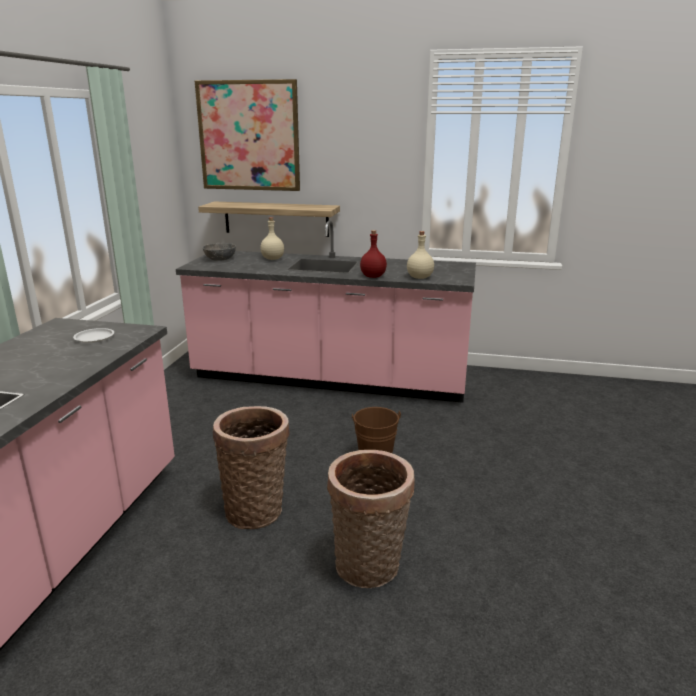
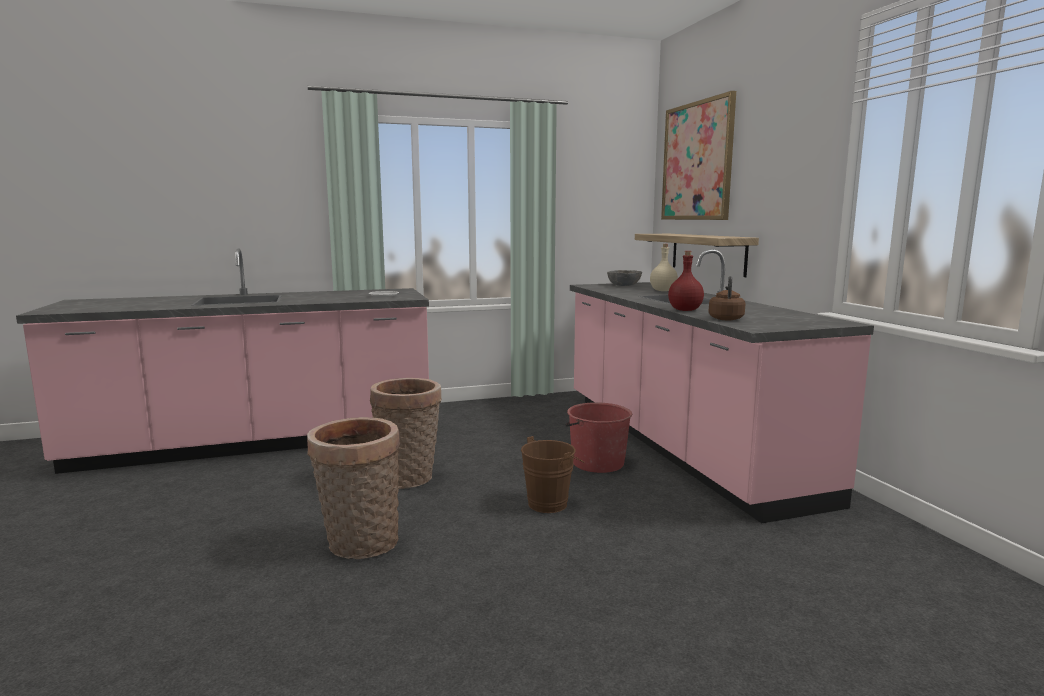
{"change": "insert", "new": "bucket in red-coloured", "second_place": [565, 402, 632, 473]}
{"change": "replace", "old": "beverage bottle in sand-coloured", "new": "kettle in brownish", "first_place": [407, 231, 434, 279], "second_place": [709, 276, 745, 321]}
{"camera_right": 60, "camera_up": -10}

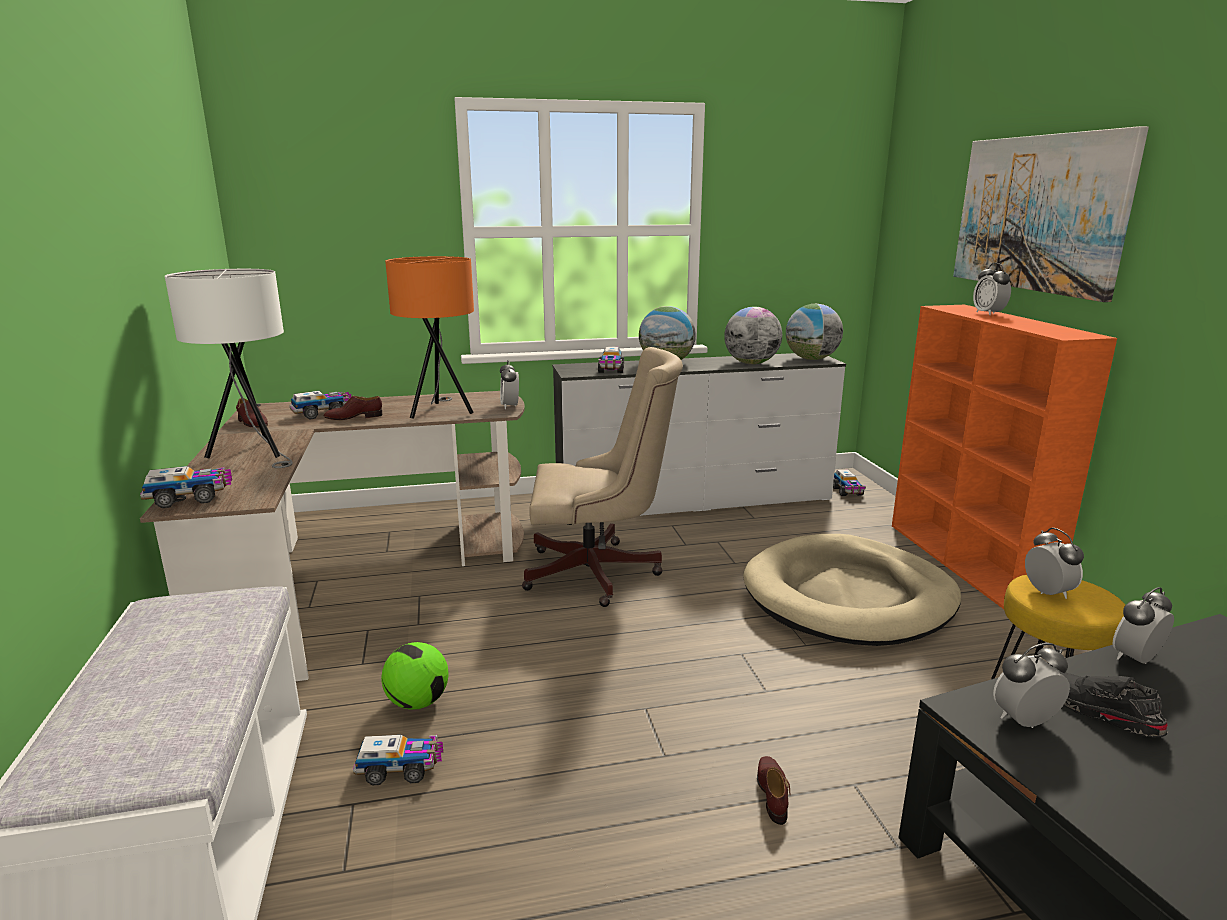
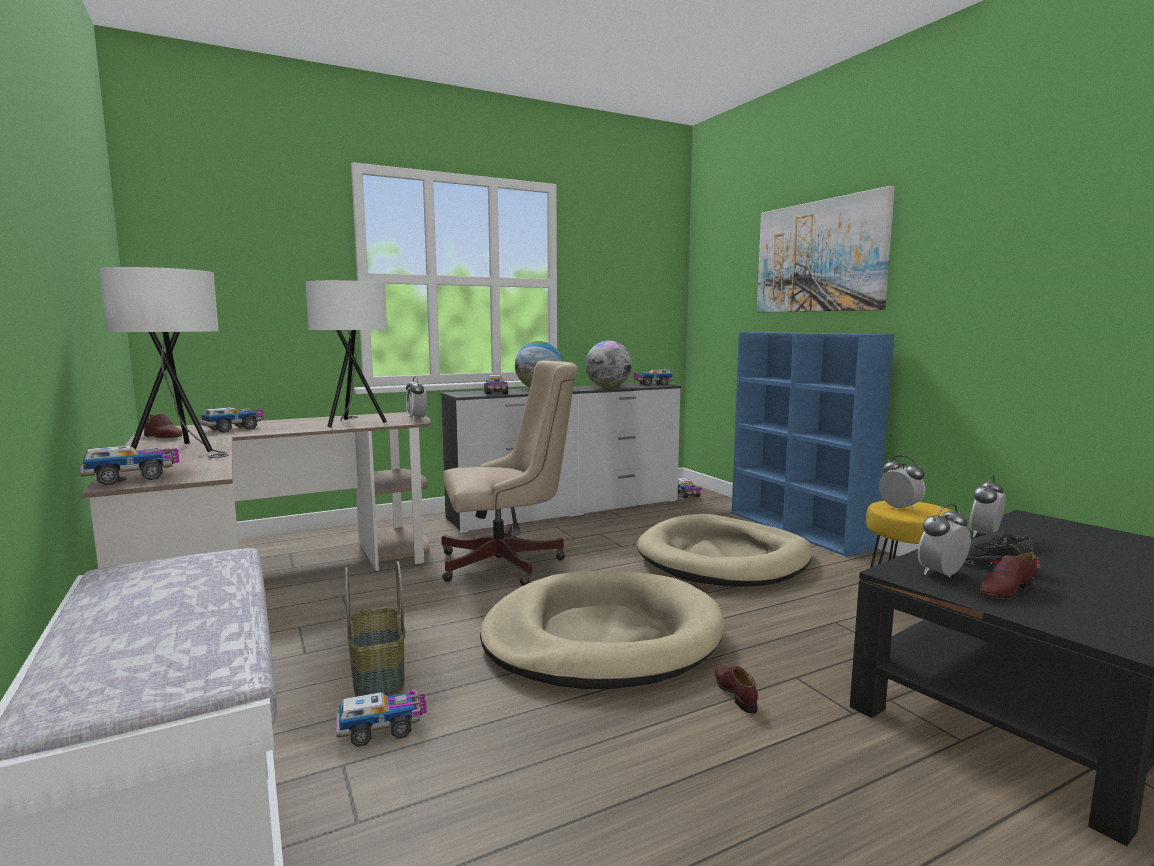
{"change": "delete", "old": "bedside clock", "first_place": [973, 263, 1011, 315]}
{"change": "insert", "new": "pet bed in sand-coloured", "second_place": [480, 570, 724, 689]}
{"change": "move", "old": "shoe in brownish", "first_place": [324, 396, 382, 420], "second_place": [979, 553, 1037, 599]}
{"change": "replace", "old": "football ball", "new": "basket", "first_place": [381, 642, 448, 710], "second_place": [345, 561, 405, 696]}
{"change": "replace", "old": "world globe", "new": "toy truck", "first_place": [786, 304, 843, 360], "second_place": [634, 369, 673, 386]}
{"change": "recolor", "old": "lamp for a table in orangey", "new": "lamp for a table in whitish", "first_place": [385, 256, 474, 419], "second_place": [305, 280, 387, 427]}
{"change": "recolor", "old": "shelving unit in orangey", "new": "shelving unit in blue", "first_place": [892, 305, 1117, 609], "second_place": [732, 332, 894, 557]}
{"camera_right": -15, "camera_up": -10}

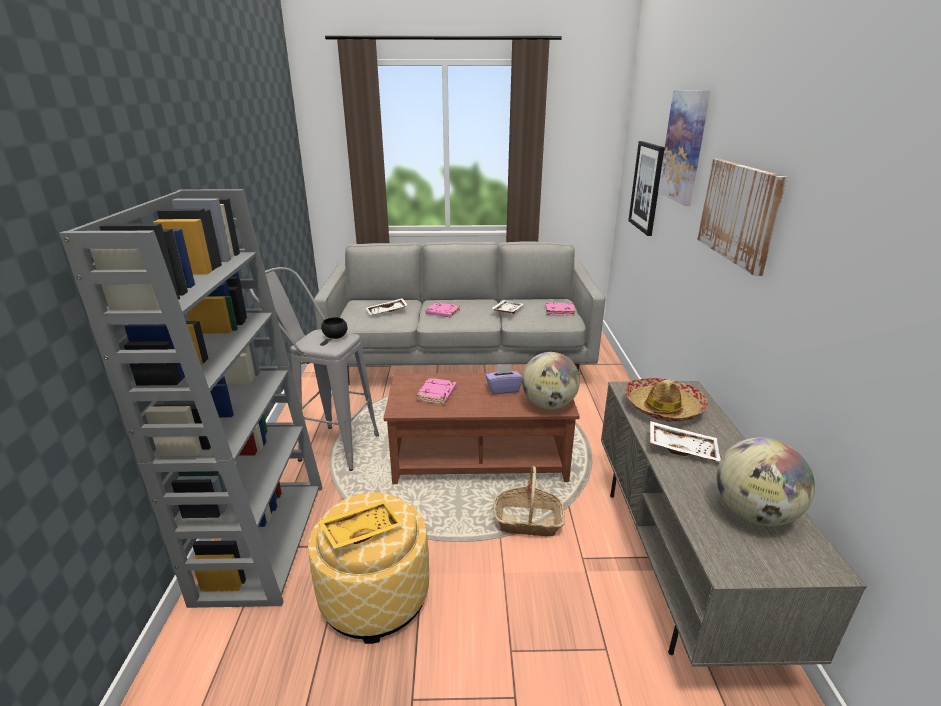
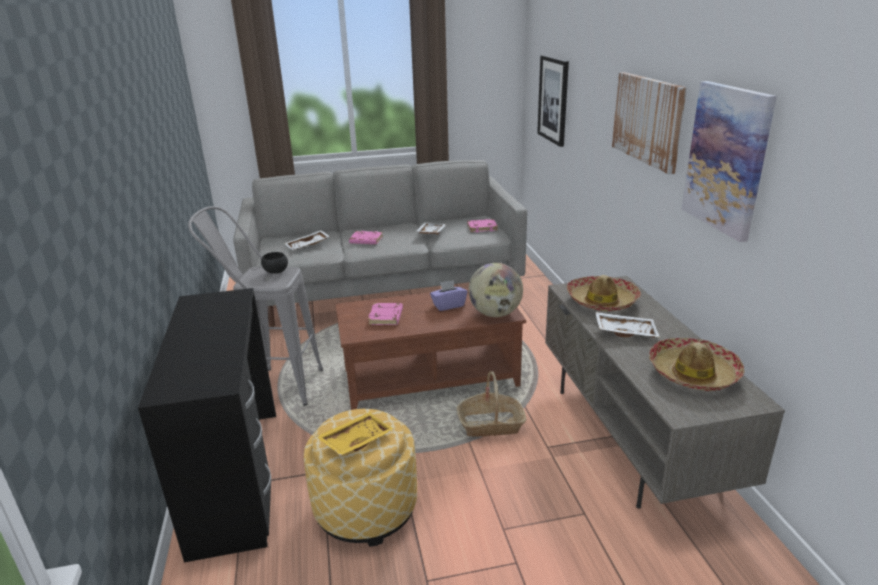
{"change": "move", "old": "wall picture", "first_place": [658, 90, 711, 206], "second_place": [682, 81, 777, 242]}
{"change": "replace", "old": "shelving unit in grey", "new": "desk table in blackish", "first_place": [59, 189, 323, 608], "second_place": [138, 288, 276, 562]}
{"change": "replace", "old": "world globe", "new": "hat", "first_place": [716, 438, 815, 526], "second_place": [649, 338, 744, 391]}
{"camera_right": -10, "camera_up": 0}

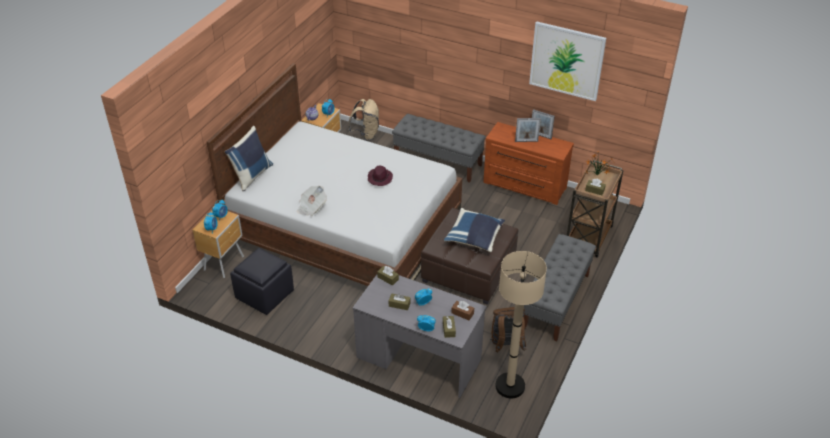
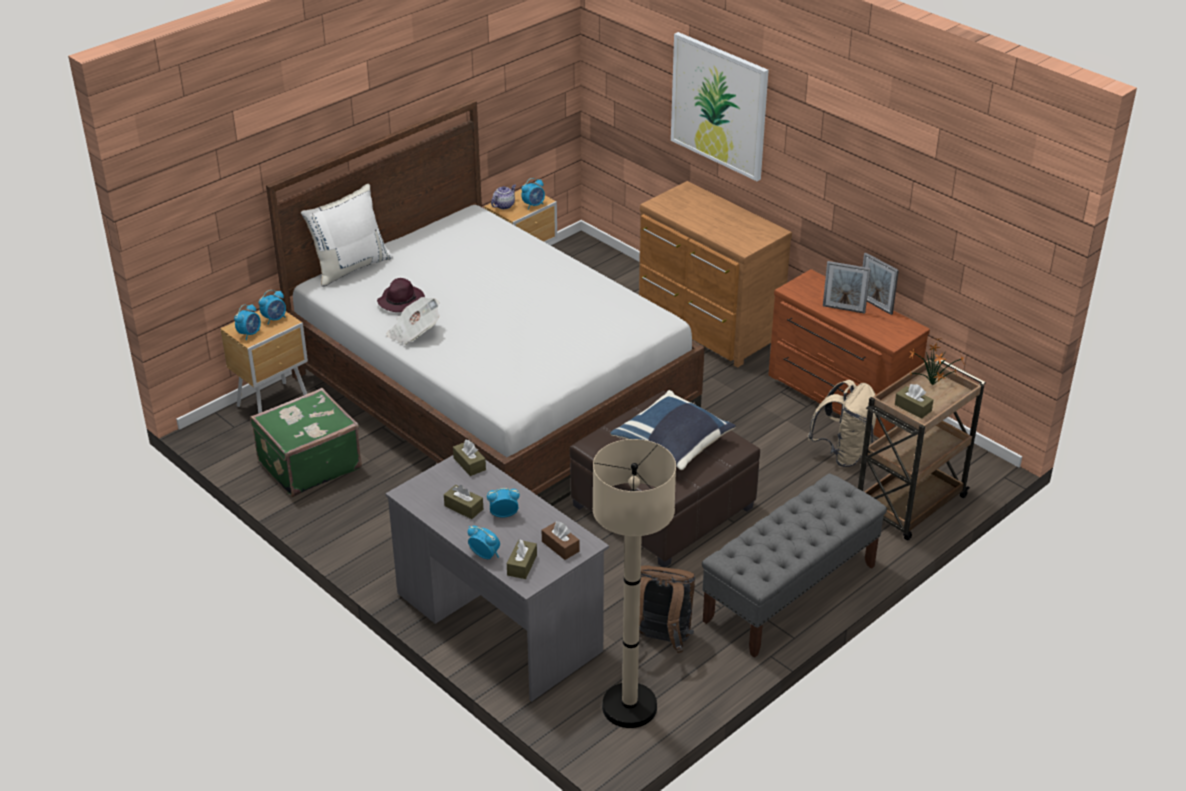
{"change": "move", "old": "backpack in sand-coloured", "first_place": [348, 99, 379, 141], "second_place": [808, 380, 876, 467]}
{"change": "move", "old": "hat in purple", "first_place": [368, 166, 393, 186], "second_place": [377, 278, 425, 312]}
{"change": "move", "old": "wall picture", "first_place": [529, 22, 606, 101], "second_place": [671, 32, 769, 181]}
{"change": "replace", "old": "footrest in blackish", "new": "suitcase in green-coloured", "first_place": [230, 248, 294, 315], "second_place": [250, 388, 362, 497]}
{"change": "replace", "old": "indoor bench in grey", "new": "dresser in brownish", "first_place": [392, 114, 486, 183], "second_place": [639, 181, 792, 367]}
{"change": "recolor", "old": "pillow in blue", "new": "pillow in whitish", "first_place": [225, 126, 273, 191], "second_place": [301, 184, 393, 287]}
{"camera_right": 20, "camera_up": -5}

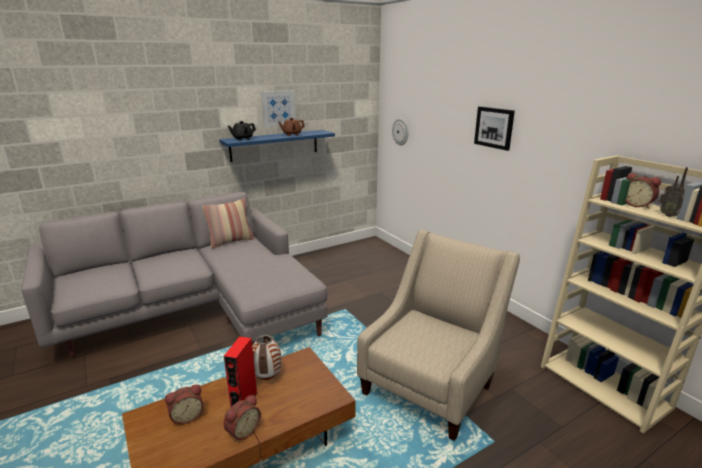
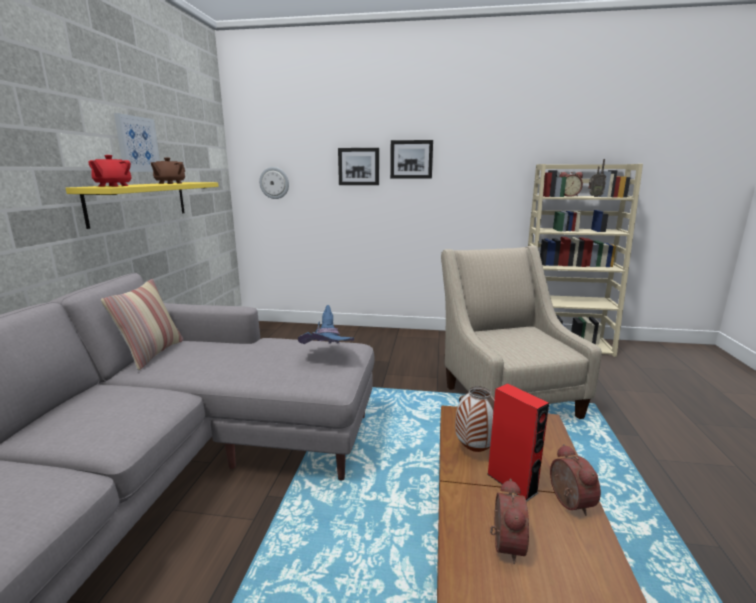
{"change": "insert", "new": "hat in blue", "second_place": [298, 305, 354, 344]}
{"change": "insert", "new": "wall picture", "second_place": [338, 148, 379, 185]}
{"change": "recolor", "old": "shelf in blue", "new": "shelf in yellow-coloured", "first_place": [219, 130, 335, 162], "second_place": [66, 182, 219, 229]}
{"change": "recolor", "old": "pot for tea in blackish", "new": "pot for tea in red-coloured", "first_place": [228, 121, 256, 141], "second_place": [88, 155, 131, 187]}
{"camera_right": -50, "camera_up": -5}

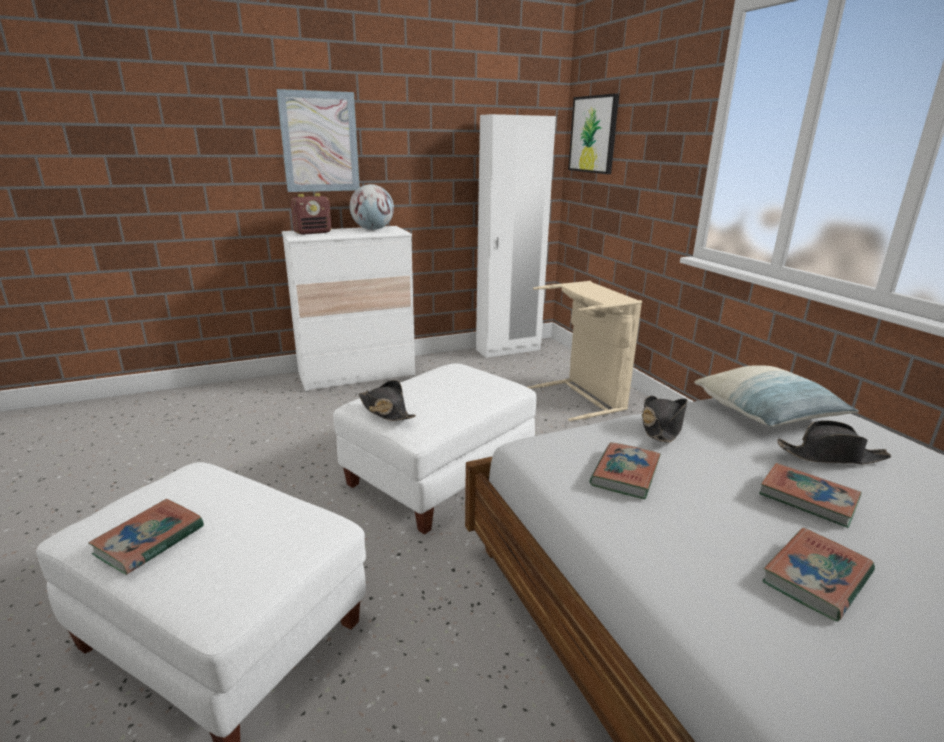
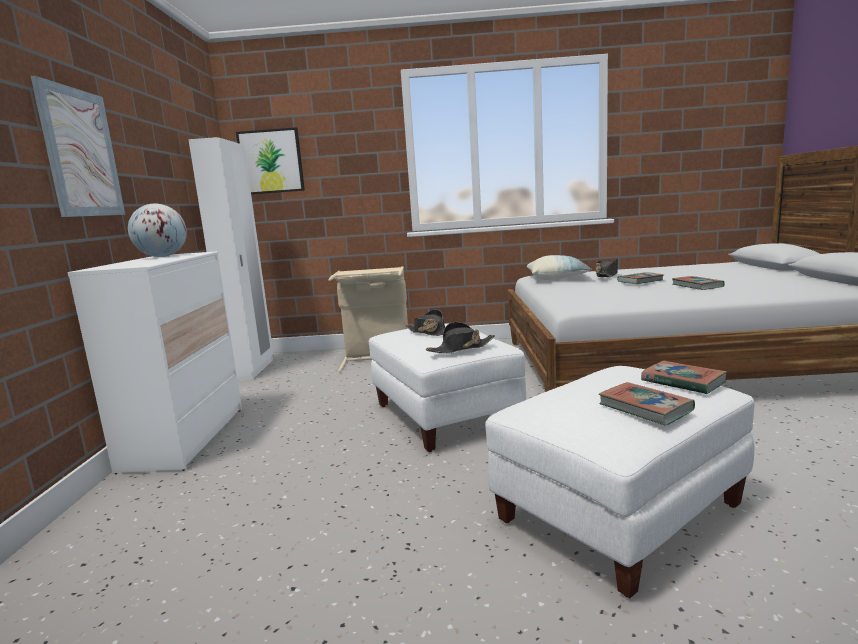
{"change": "delete", "old": "radio", "first_place": [291, 193, 331, 235]}
{"change": "move", "old": "bound book", "first_place": [590, 442, 661, 499], "second_place": [641, 361, 727, 394]}
{"change": "move", "old": "hat in blackish", "first_place": [642, 396, 688, 443], "second_place": [406, 309, 445, 336]}
{"camera_right": -65, "camera_up": -10}

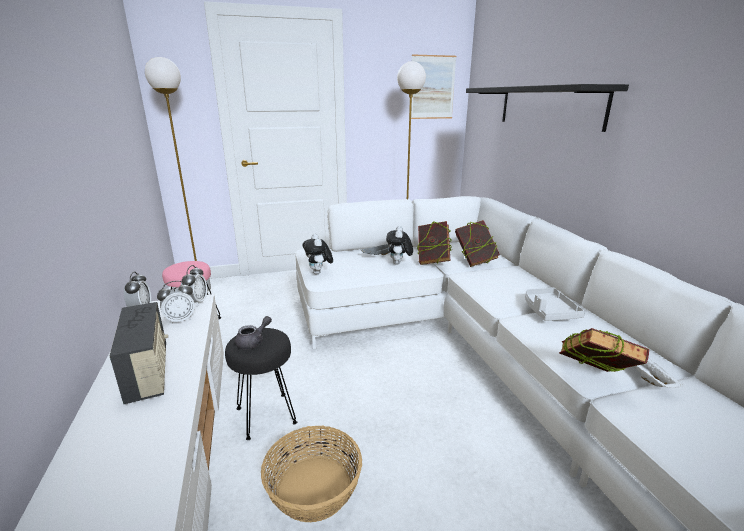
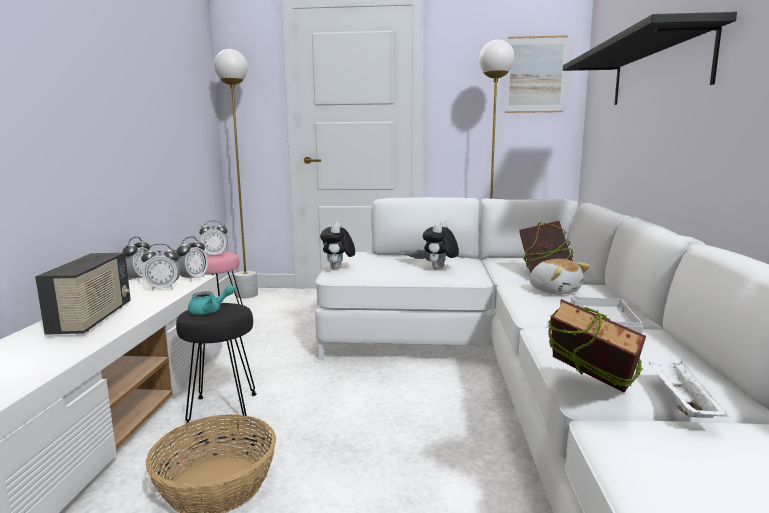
{"change": "delete", "old": "bound book", "first_place": [417, 221, 452, 265]}
{"change": "insert", "new": "bedside clock", "second_place": [199, 220, 228, 257]}
{"change": "insert", "new": "plush toy", "second_place": [530, 259, 590, 295]}
{"change": "recolor", "old": "pot for tea in grey", "new": "pot for tea in turquoise-coloured", "first_place": [235, 316, 272, 349], "second_place": [188, 285, 235, 315]}
{"camera_right": 20, "camera_up": -10}

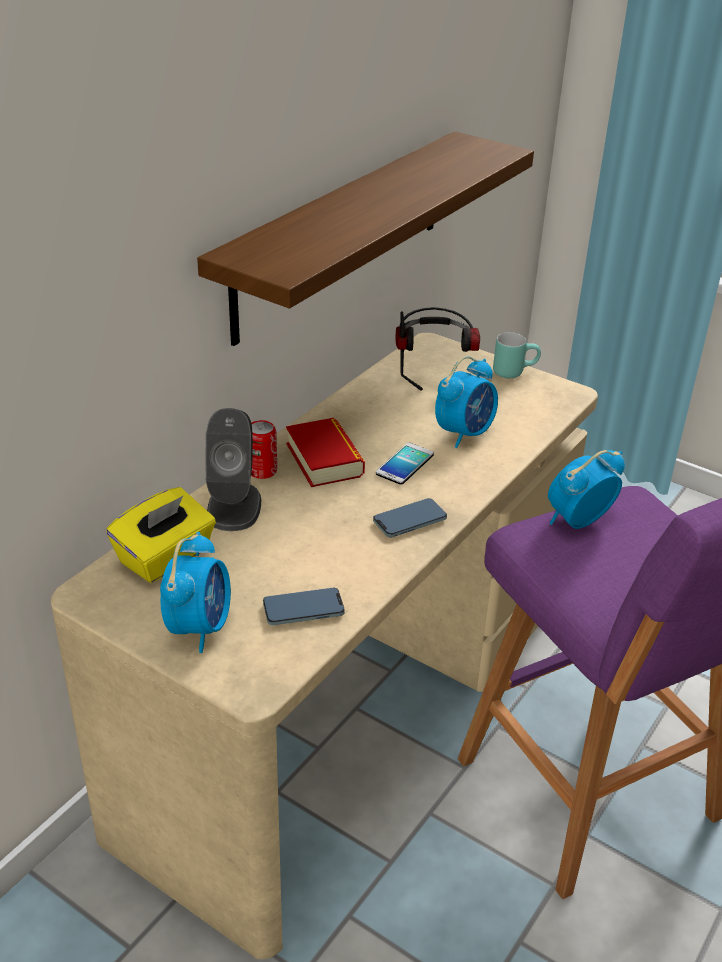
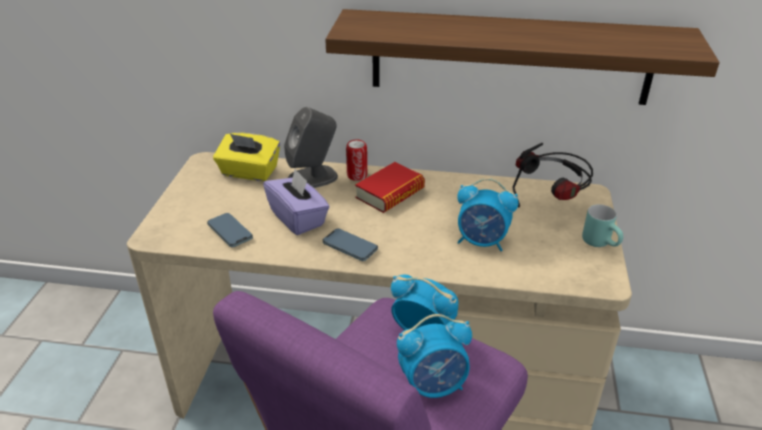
{"change": "delete", "old": "telephone", "first_place": [376, 443, 434, 485]}
{"change": "insert", "new": "tissue box in purple", "second_place": [263, 169, 330, 235]}
{"change": "move", "old": "bedside clock", "first_place": [160, 532, 231, 653], "second_place": [397, 314, 472, 398]}
{"camera_right": 65, "camera_up": 0}

